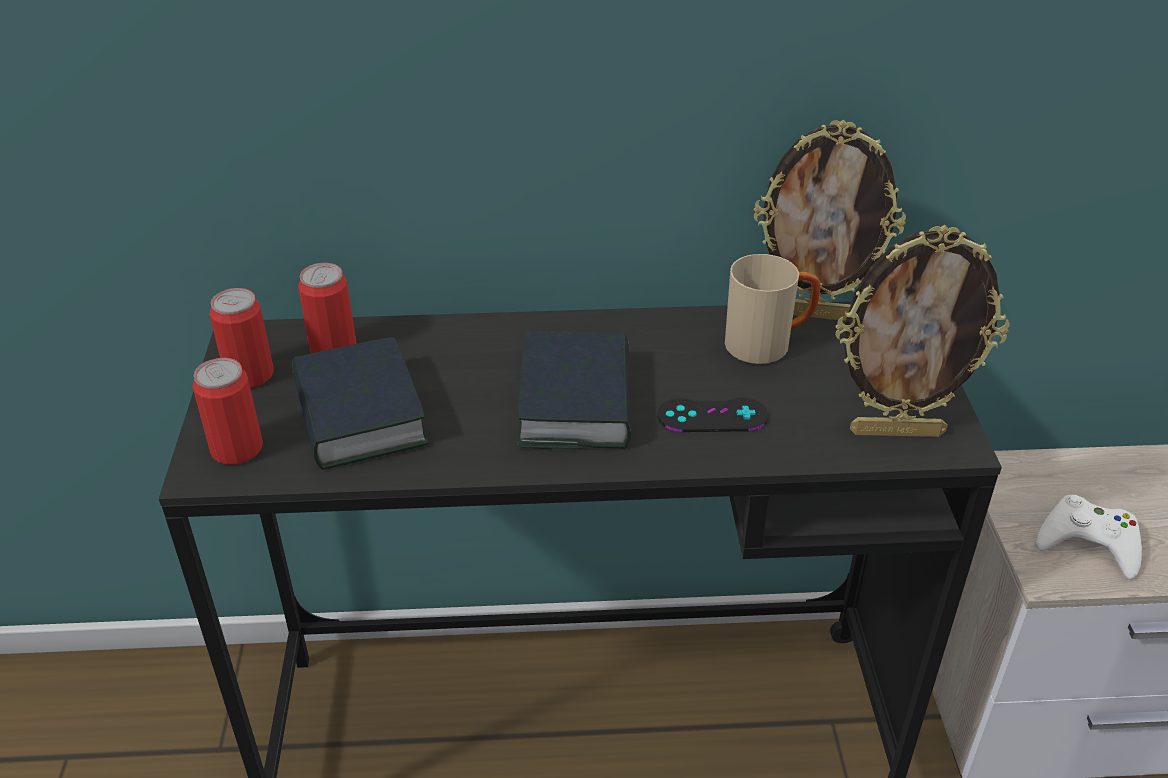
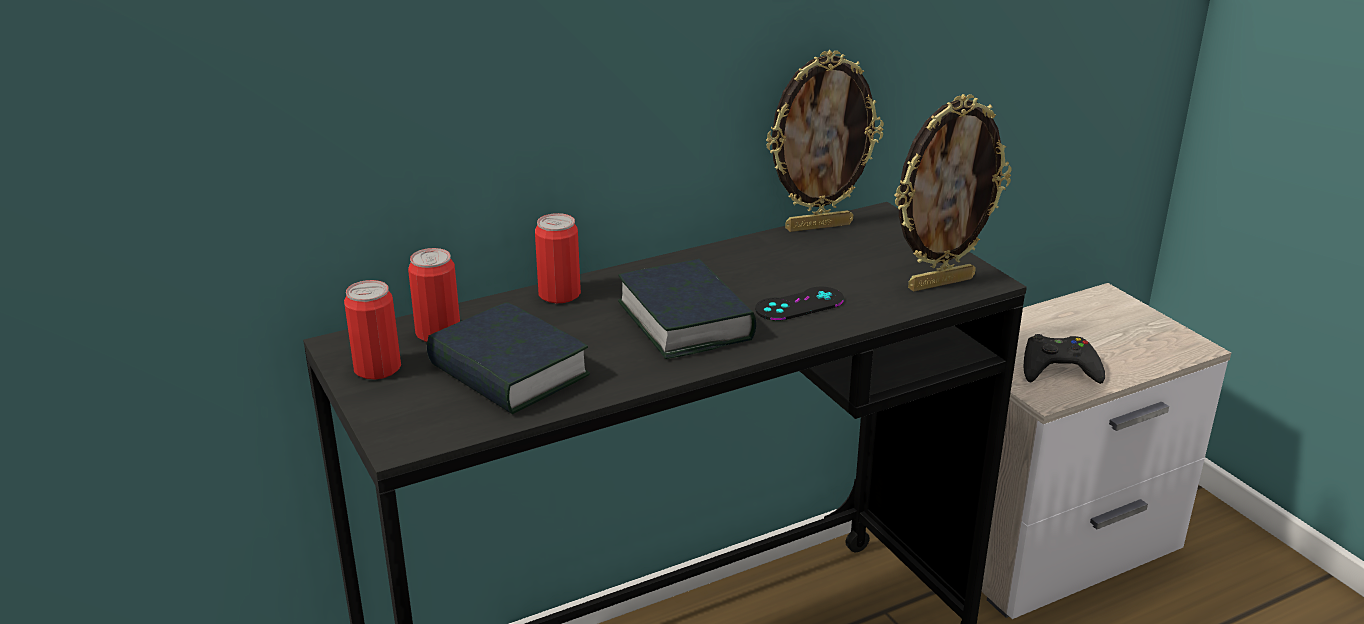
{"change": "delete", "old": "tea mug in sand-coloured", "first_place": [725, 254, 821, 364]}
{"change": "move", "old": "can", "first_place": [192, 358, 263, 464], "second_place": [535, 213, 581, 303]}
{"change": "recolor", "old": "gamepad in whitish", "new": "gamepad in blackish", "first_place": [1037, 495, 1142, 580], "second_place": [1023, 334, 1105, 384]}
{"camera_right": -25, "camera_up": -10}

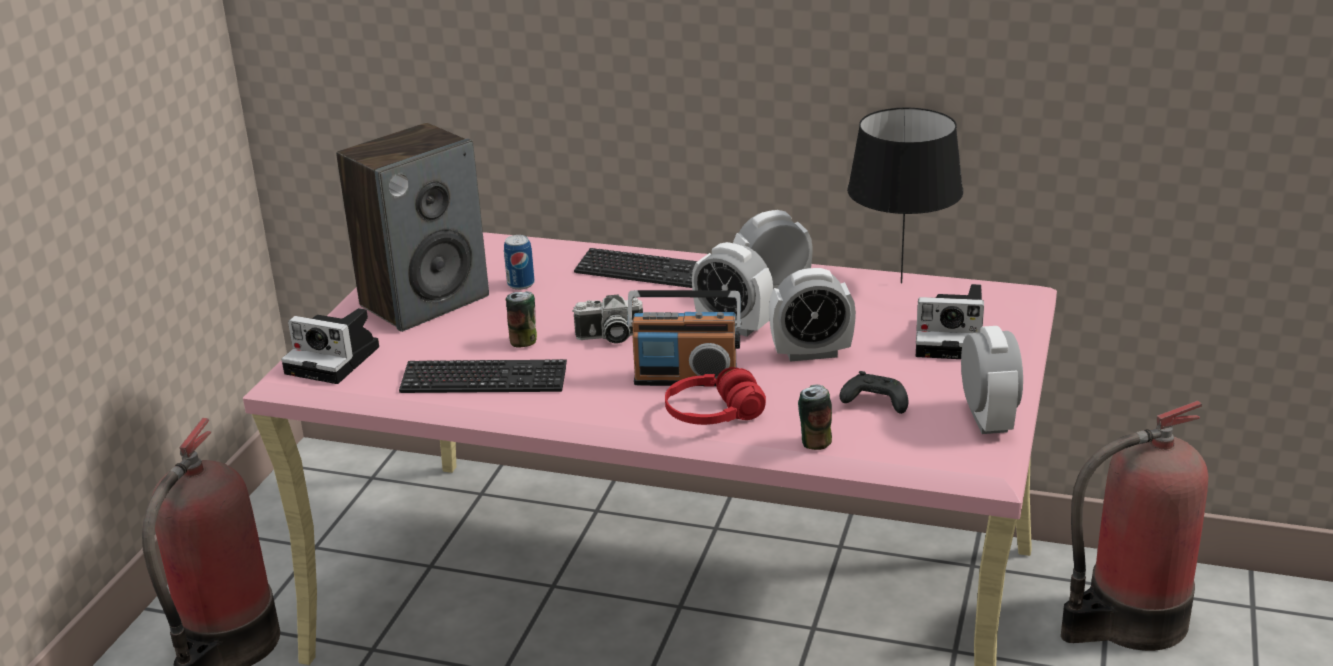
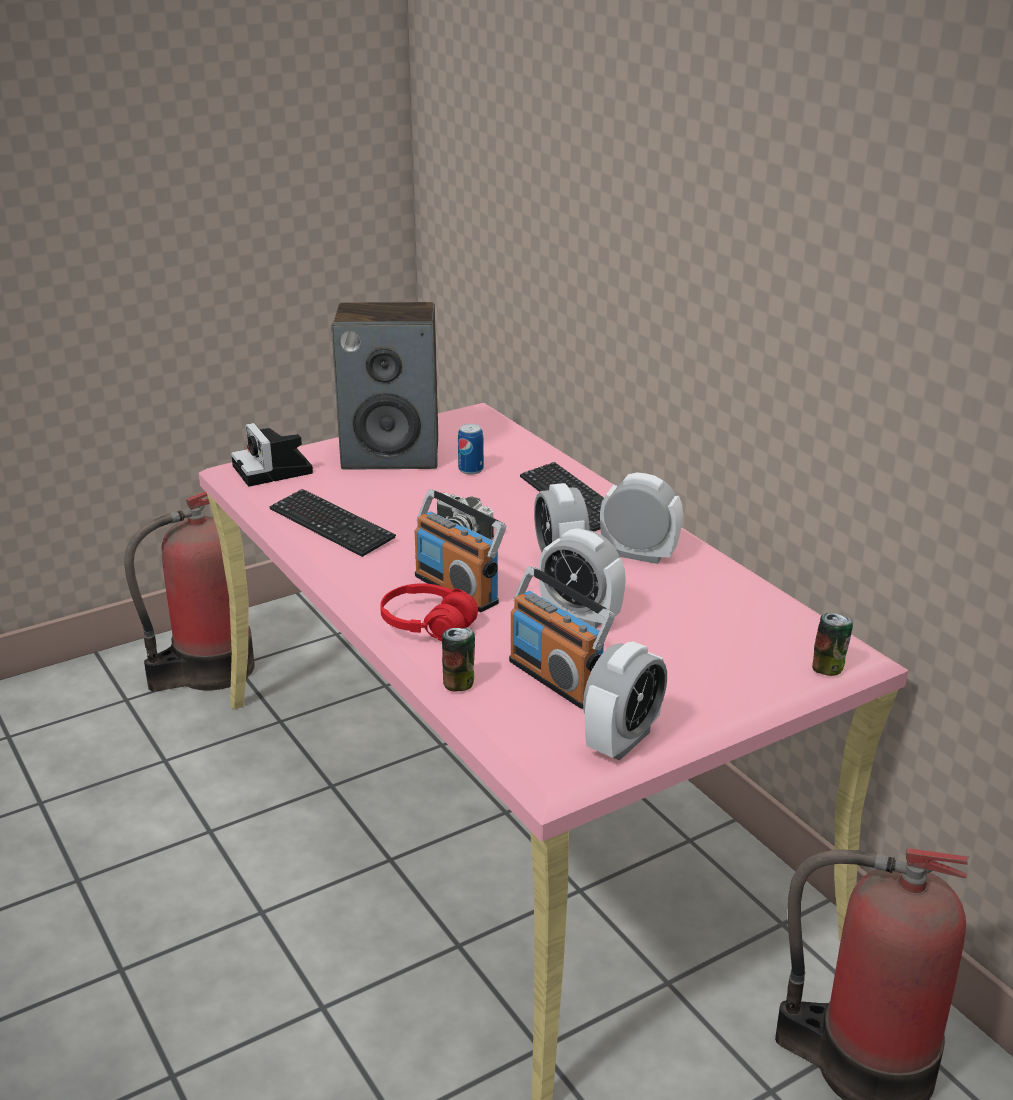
{"change": "delete", "old": "lamp for a table in blackish", "first_place": [847, 108, 963, 283]}
{"change": "delete", "old": "still camera", "first_place": [916, 284, 984, 359]}
{"change": "move", "old": "can", "first_place": [505, 291, 537, 348], "second_place": [812, 613, 853, 676]}
{"change": "replace", "old": "gamepad in blackish", "new": "radio", "first_place": [840, 371, 908, 414], "second_place": [509, 566, 615, 709]}
{"camera_right": 40, "camera_up": 0}

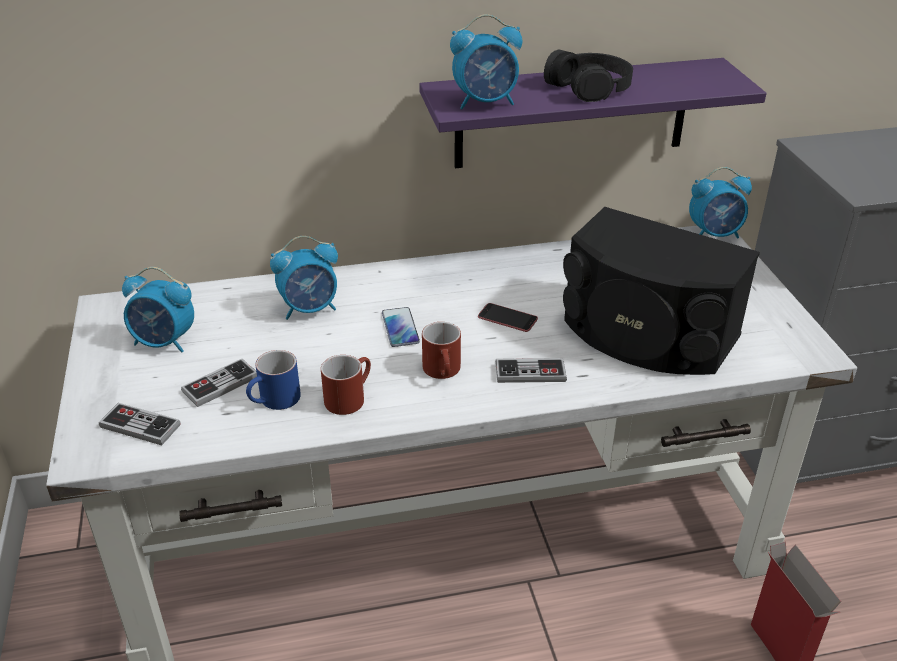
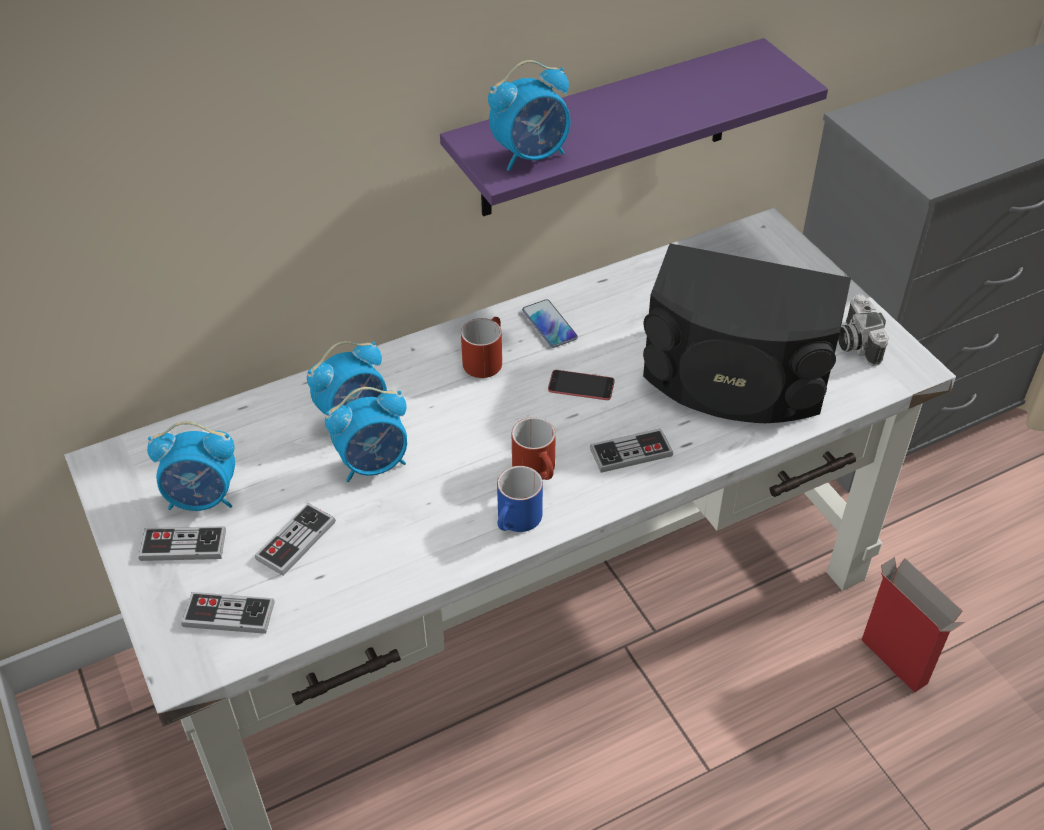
{"change": "delete", "old": "headphones in blackish", "first_place": [544, 50, 633, 102]}
{"change": "insert", "new": "gamepad", "second_place": [139, 526, 226, 561]}
{"change": "insert", "new": "still camera", "second_place": [838, 294, 889, 366]}
{"change": "move", "old": "tea mug in blue", "first_place": [246, 350, 301, 410], "second_place": [497, 466, 543, 532]}
{"change": "move", "old": "tea mug in red-coloured", "first_place": [321, 355, 371, 415], "second_place": [461, 317, 502, 378]}
{"change": "move", "old": "telephone", "first_place": [382, 307, 420, 347], "second_place": [522, 299, 578, 348]}
{"change": "move", "old": "bedside clock", "first_place": [689, 167, 752, 238], "second_place": [325, 387, 407, 482]}
{"camera_right": -15, "camera_up": 10}

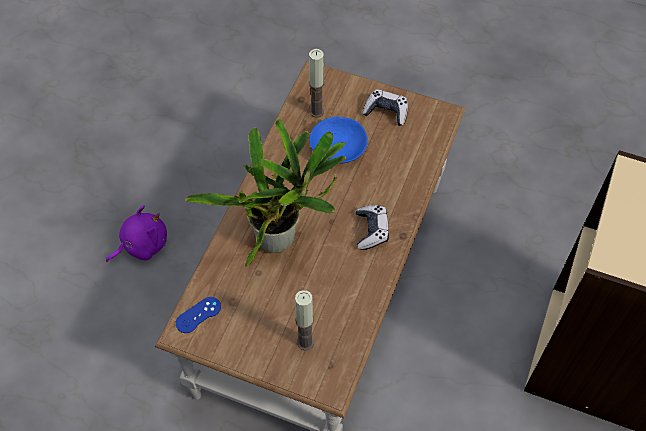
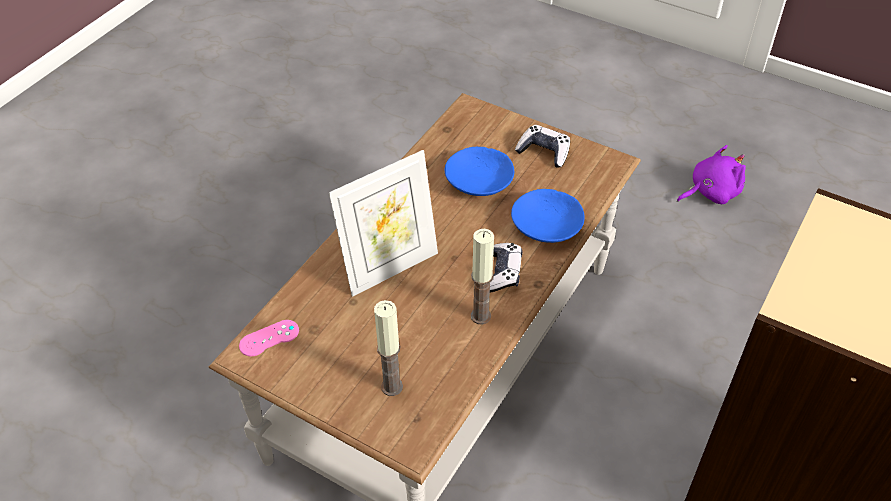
{"change": "insert", "new": "deep dish in blue", "second_place": [511, 189, 585, 243]}
{"change": "move", "old": "plush toy in purple", "first_place": [106, 205, 167, 262], "second_place": [677, 145, 746, 204]}
{"change": "move", "old": "candle", "first_place": [309, 49, 324, 117], "second_place": [471, 229, 494, 325]}
{"change": "replace", "old": "plant in a pot", "new": "photo frame", "first_place": [185, 119, 346, 266], "second_place": [329, 150, 438, 297]}
{"change": "recolor", "old": "gamepad in blue", "new": "gamepad in pink", "first_place": [176, 297, 221, 333], "second_place": [239, 320, 299, 356]}
{"camera_right": 10, "camera_up": -10}

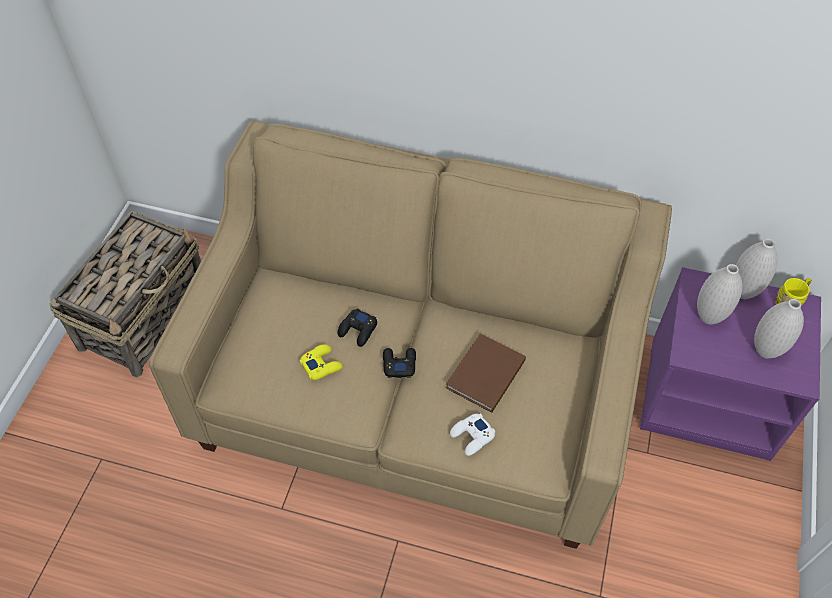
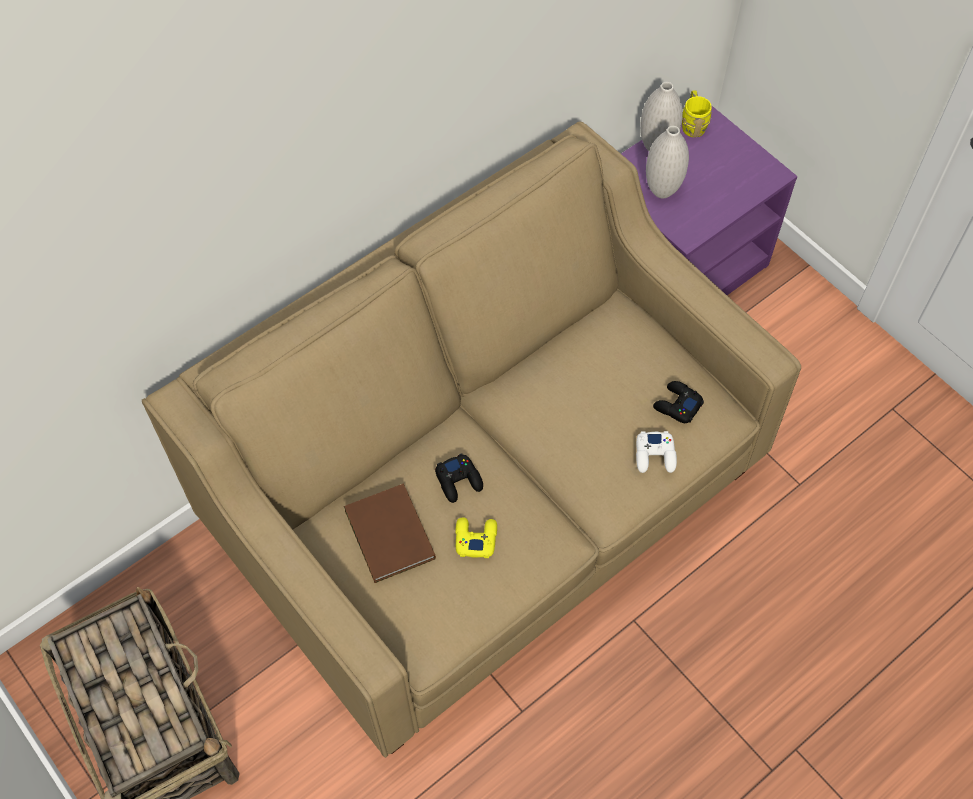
{"change": "delete", "old": "vase in whitish", "first_place": [754, 299, 804, 358]}
{"change": "move", "old": "gamepad in blackish", "first_place": [383, 348, 416, 378], "second_place": [653, 381, 704, 423]}
{"change": "move", "old": "bound book in brownish", "first_place": [446, 333, 526, 413], "second_place": [344, 484, 436, 583]}
{"camera_right": -55, "camera_up": 5}

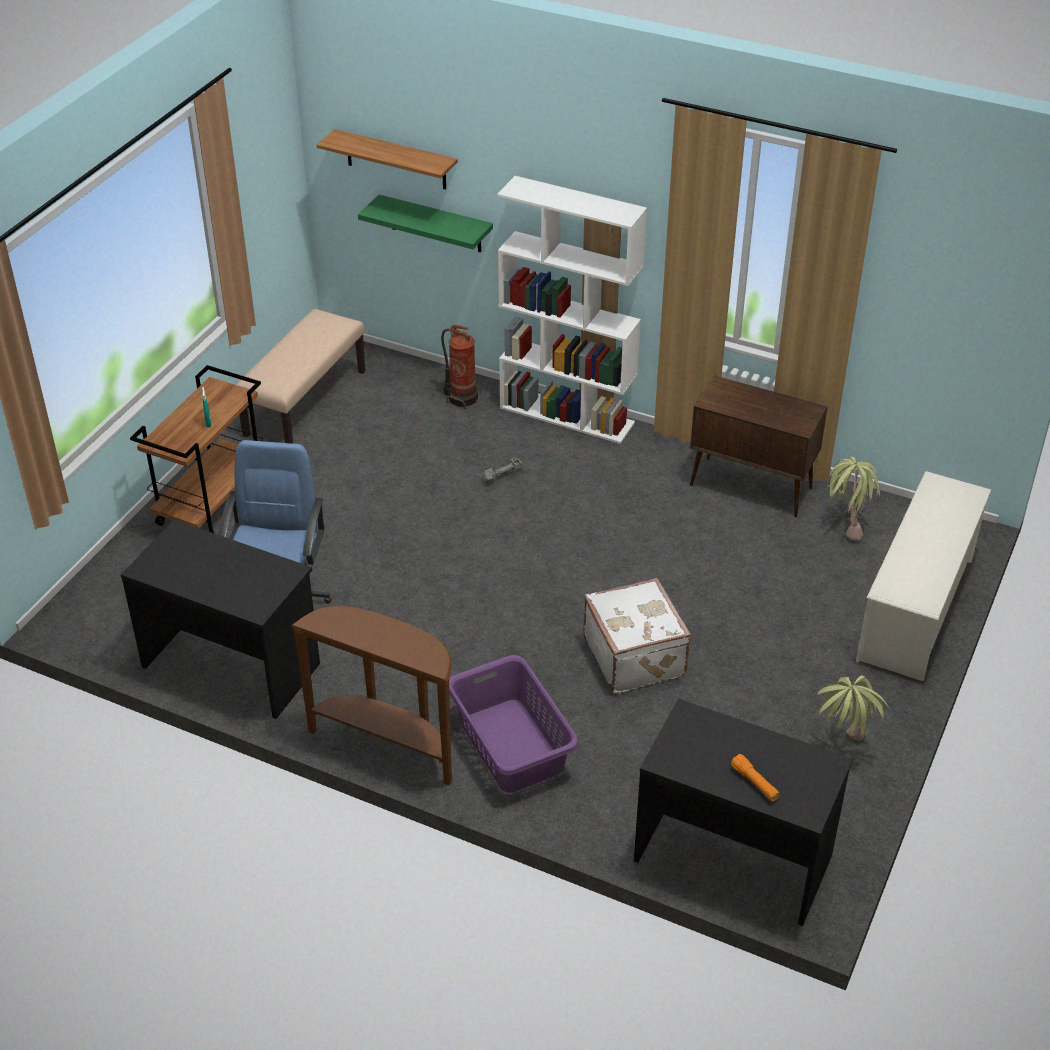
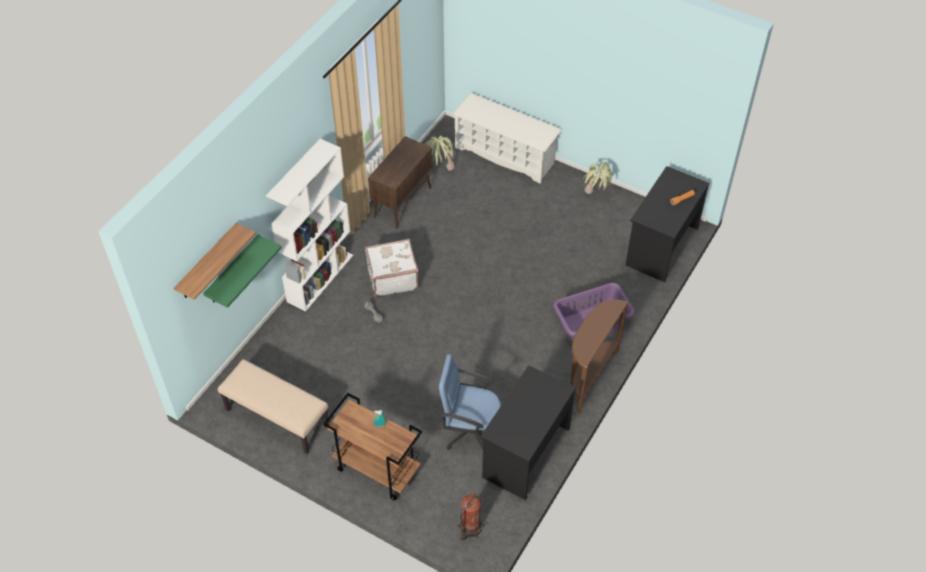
{"change": "move", "old": "extinguisher", "first_place": [441, 324, 481, 409], "second_place": [457, 492, 485, 540]}
{"change": "move", "old": "suitcase in whitish", "first_place": [583, 578, 691, 694], "second_place": [365, 239, 418, 298]}
{"camera_right": -85, "camera_up": 10}

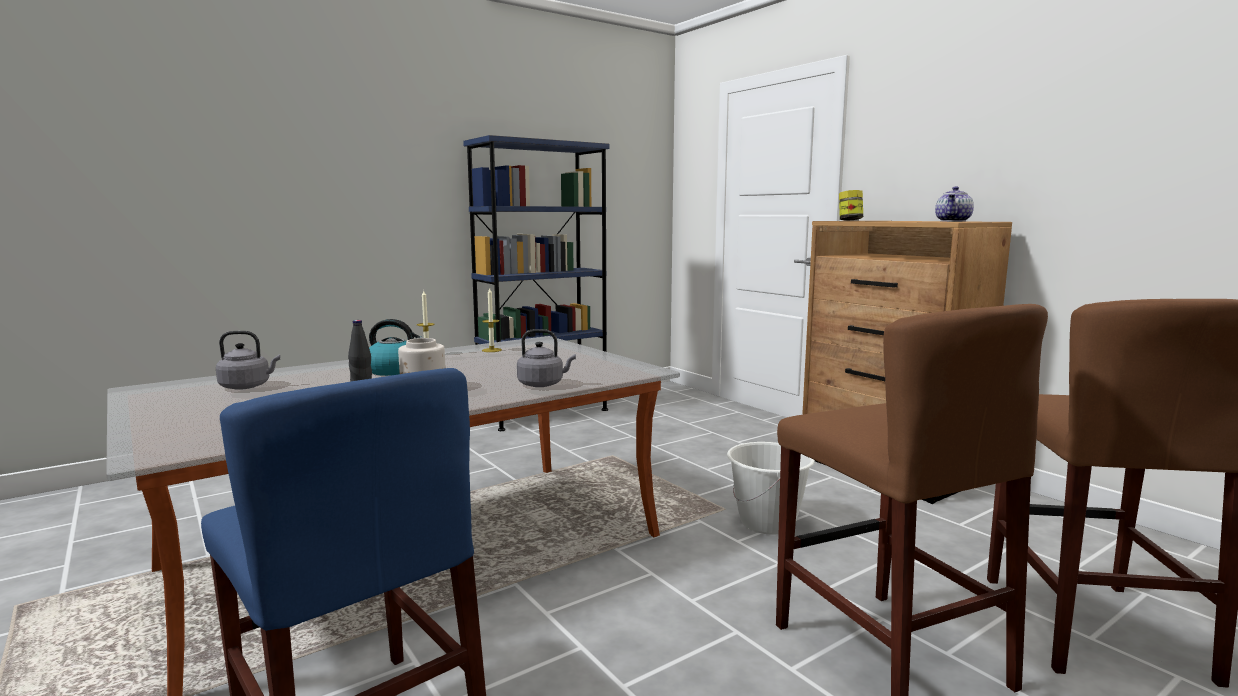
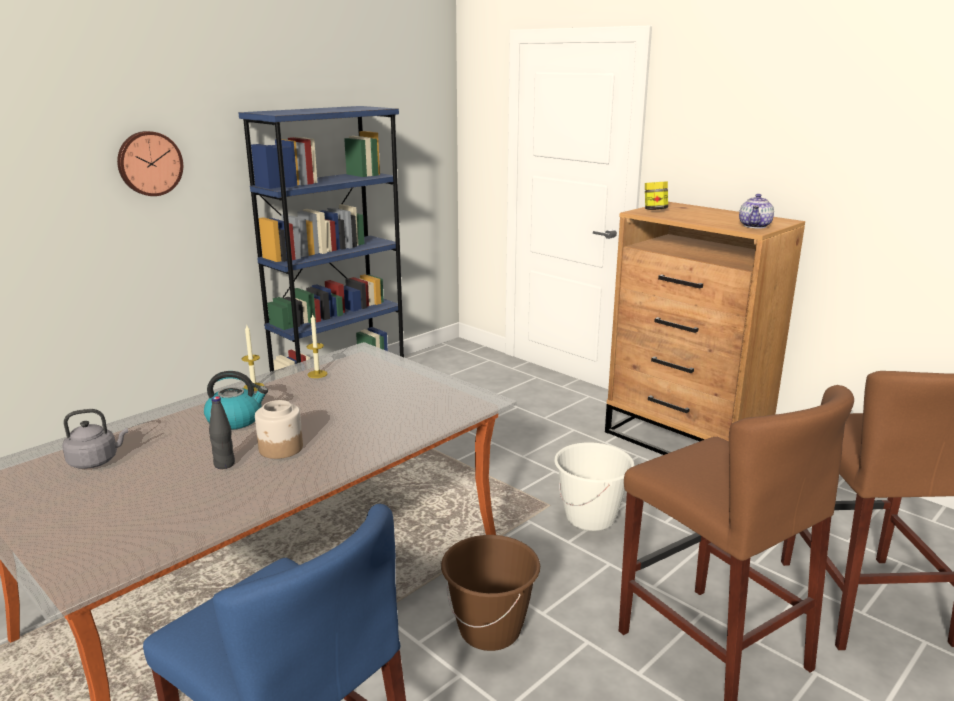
{"change": "delete", "old": "kettle in grey", "first_place": [517, 329, 576, 387]}
{"change": "insert", "new": "clock on the wall", "second_place": [117, 131, 183, 196]}
{"change": "insert", "new": "bucket in brownish", "second_place": [441, 535, 540, 651]}
{"camera_right": -10, "camera_up": 10}

